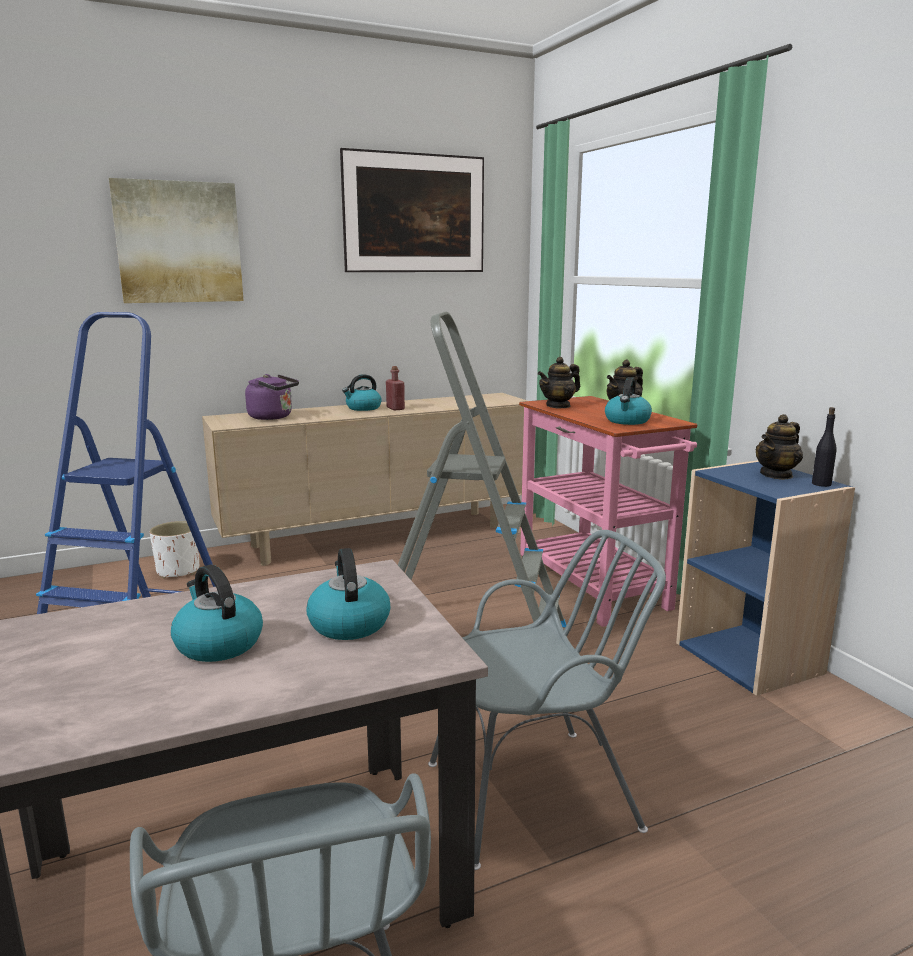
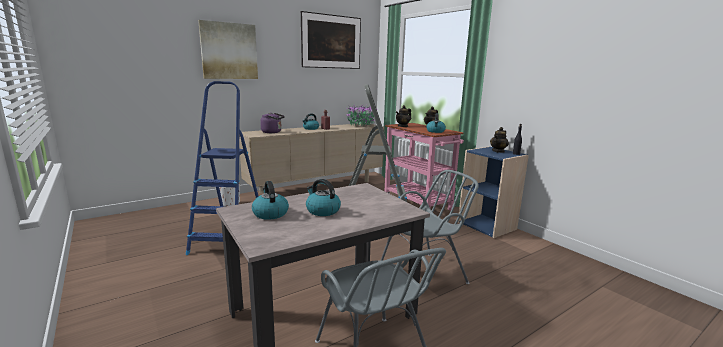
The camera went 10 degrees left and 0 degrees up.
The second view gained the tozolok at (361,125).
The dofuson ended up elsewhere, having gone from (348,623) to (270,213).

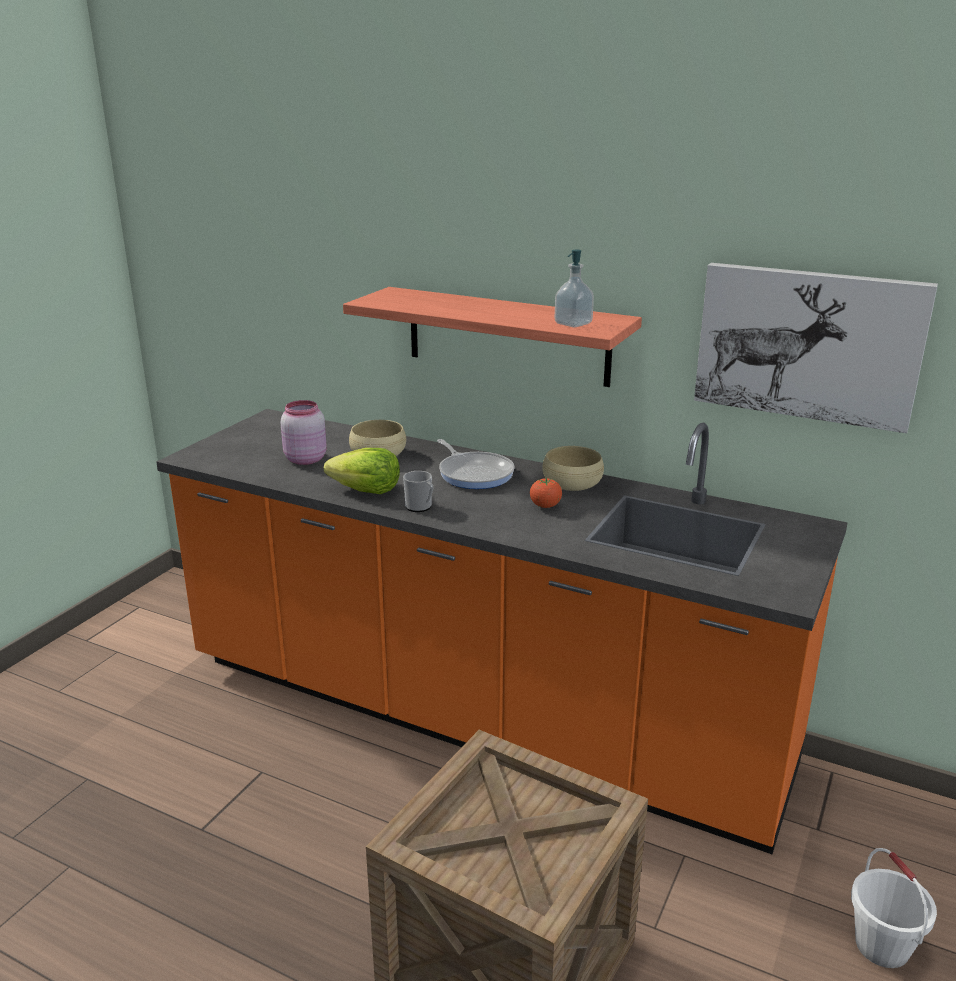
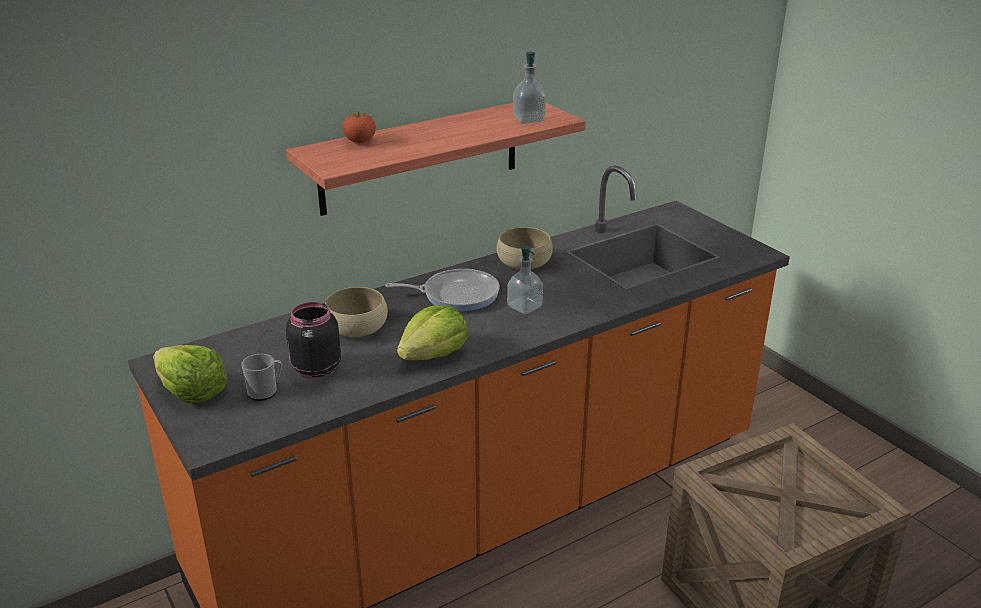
The camera went 60 degrees left and 5 degrees up.
The second view lost the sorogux at (808,344).
The second view lost the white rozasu at (882,946).
The second view gained the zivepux at (191,392).
The second view gained the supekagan at (524,307).
The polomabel ended up elsewhere, having gone from (420,507) to (265,392).
The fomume ended up elsewhere, having gone from (545,506) to (360,142).
What was the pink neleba at (304,459) turned into the black neleba at (315,370).

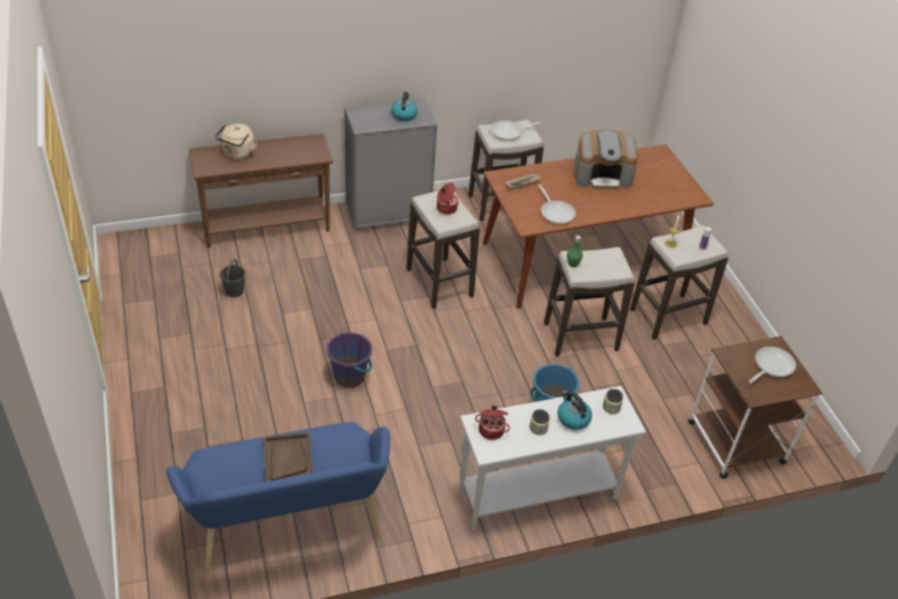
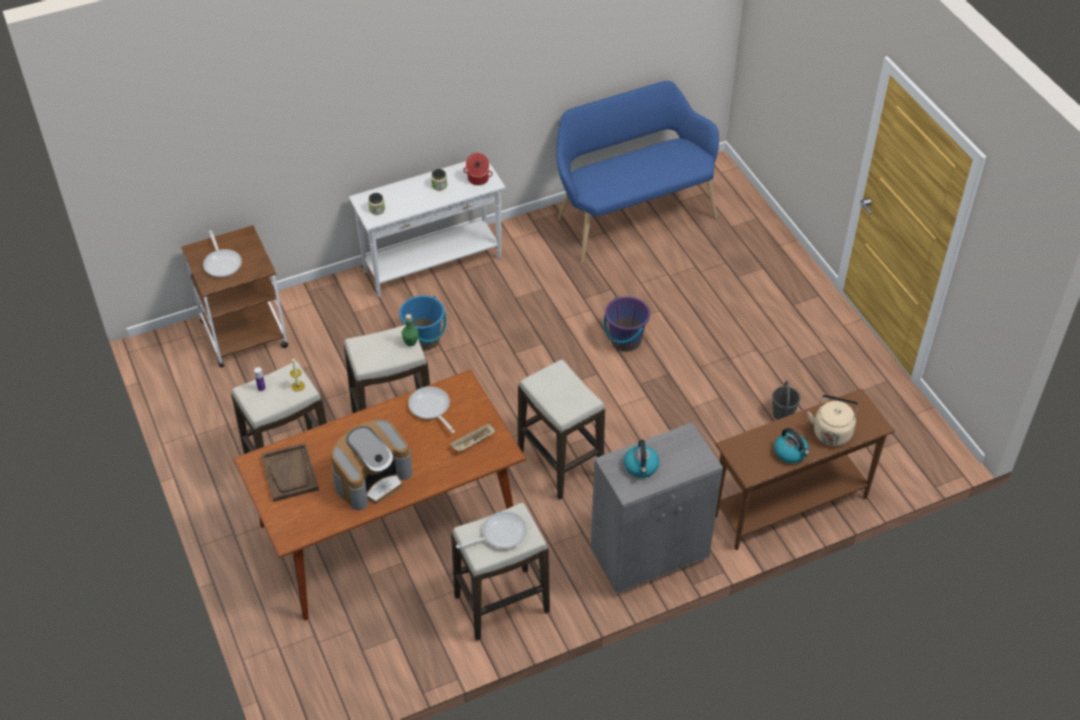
The camera went 175 degrees right and 5 degrees up.
The second view lost the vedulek at (446,208).
The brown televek ended up elsewhere, having gone from (288,461) to (290,473).
The dofuson ended up elsewhere, having gone from (572,418) to (791,453).
The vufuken at (602,176) ended up facing another way, 150 degrees clockwise from before.
The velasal at (771,366) ended up facing another way, 60 degrees counterclockwise from before.

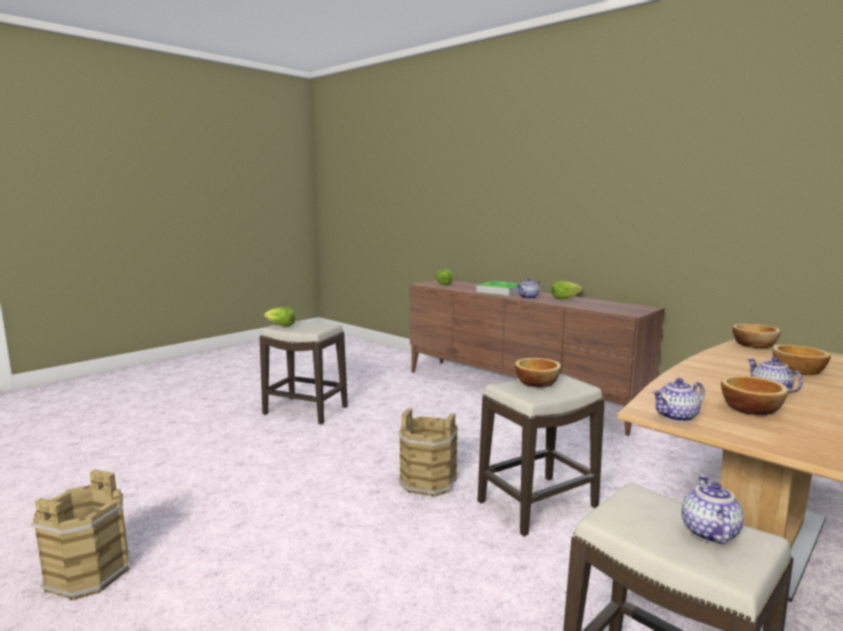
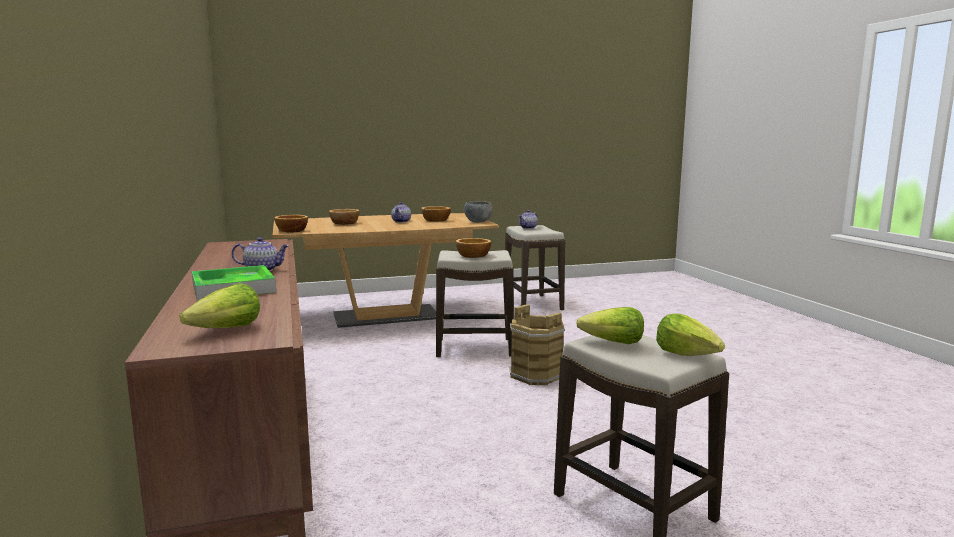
The camera went 150 degrees left and 0 degrees up.
The second view lost the brown rozasu at (88,574).
The zivepux ended up elsewhere, having gone from (564,298) to (612,343).
Where the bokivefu stood at (677,417), the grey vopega came to stand at (478,222).

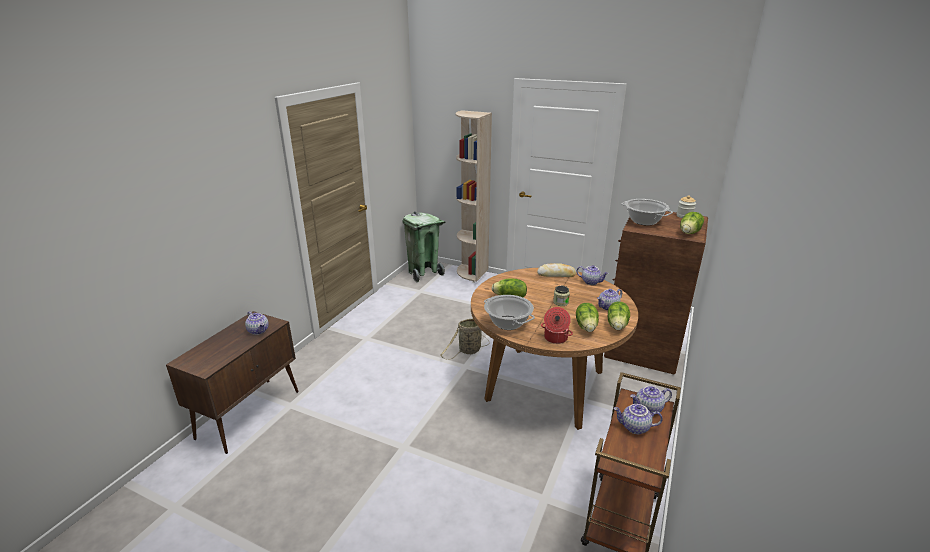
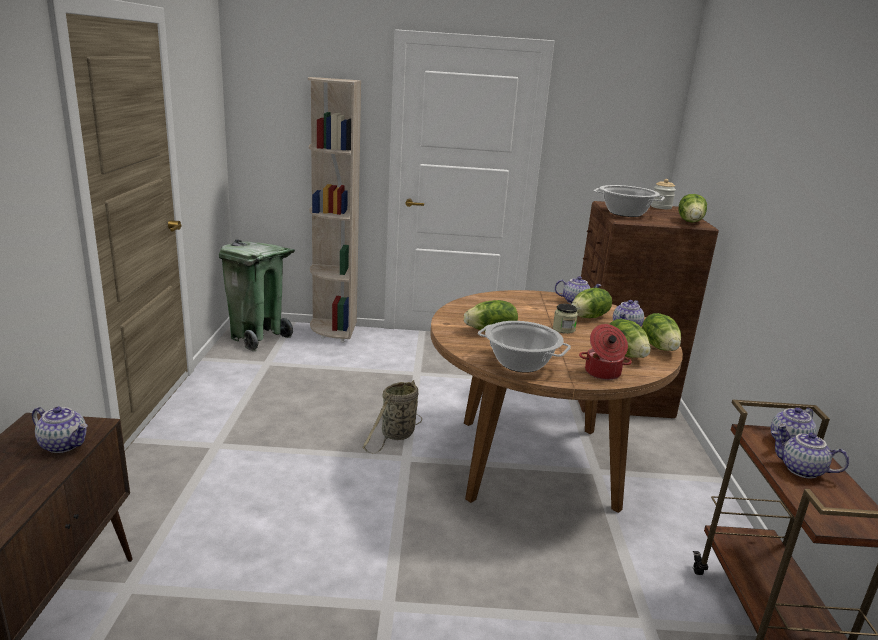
The camera went 25 degrees left and 5 degrees down.
The second view lost the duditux at (556,274).
The second view gained the zivepux at (589,317).
The bokivefu at (635,428) ended up facing another way, 45 degrees clockwise from before.

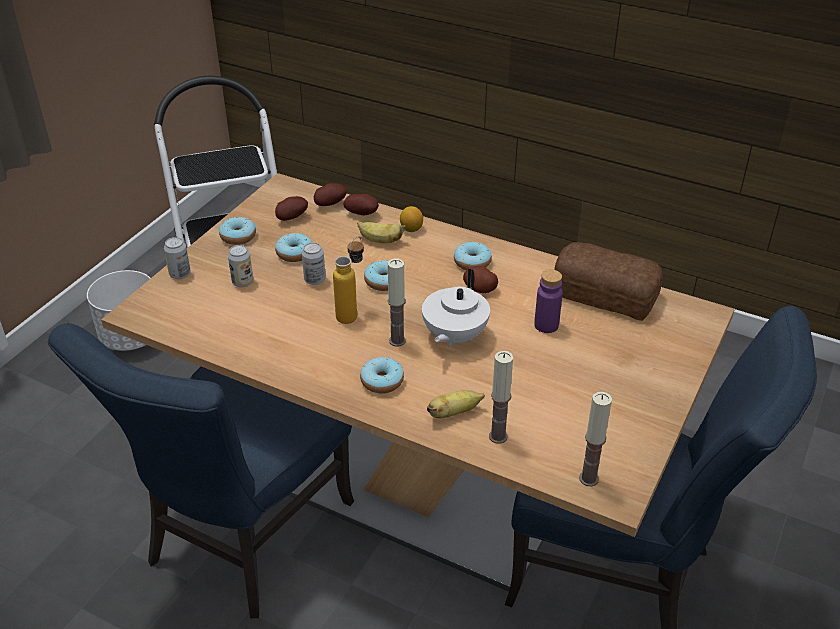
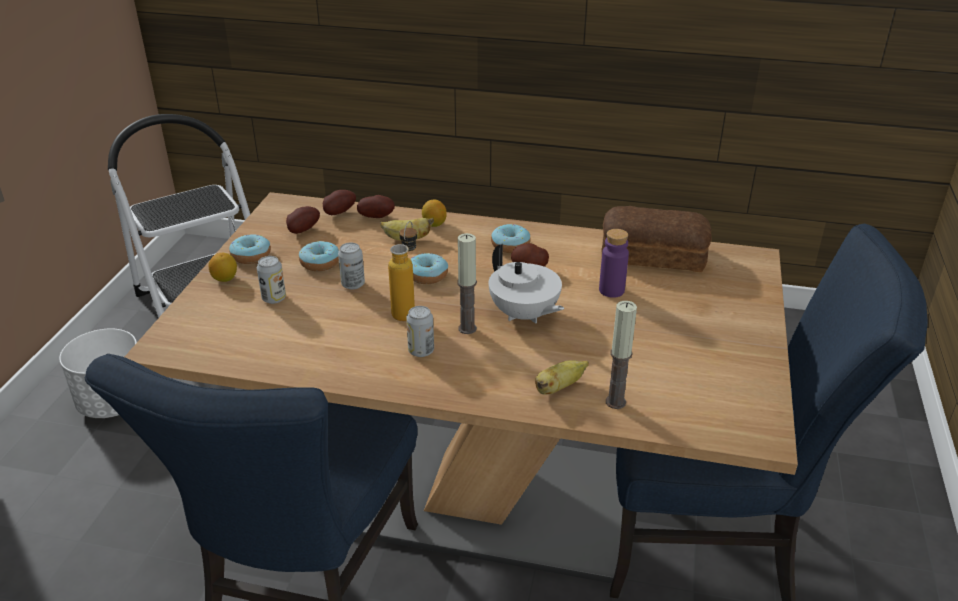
The camera went 15 degrees left and 5 degrees down.
The second view lost the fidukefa at (382,381).
The second view lost the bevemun at (588,479).
The second view gained the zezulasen at (225,279).
The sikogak ended up elsewhere, having gone from (180,274) to (421,351).
The white bokivefu at (454,336) ended up facing another way, 45 degrees counterclockwise from before.

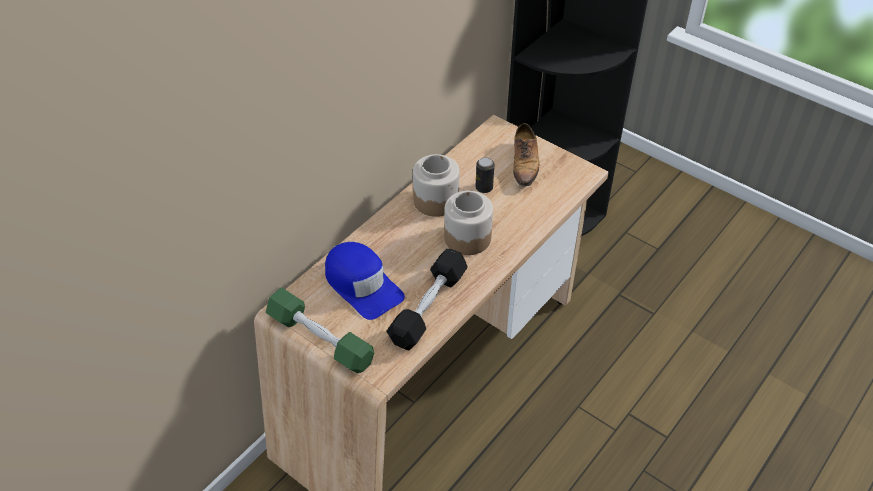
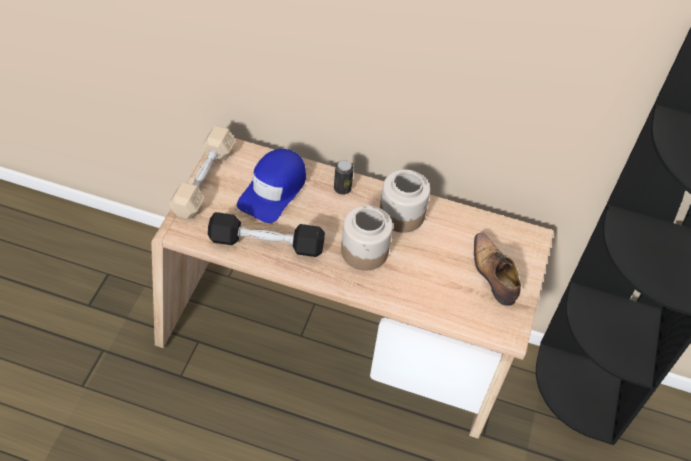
The camera went 65 degrees right and 5 degrees up.
The sikogak ended up elsewhere, having gone from (484,188) to (342,188).
What was the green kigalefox at (320,339) turned into the beige kigalefox at (204,180).
The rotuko at (525,163) ended up facing another way, 90 degrees clockwise from before.

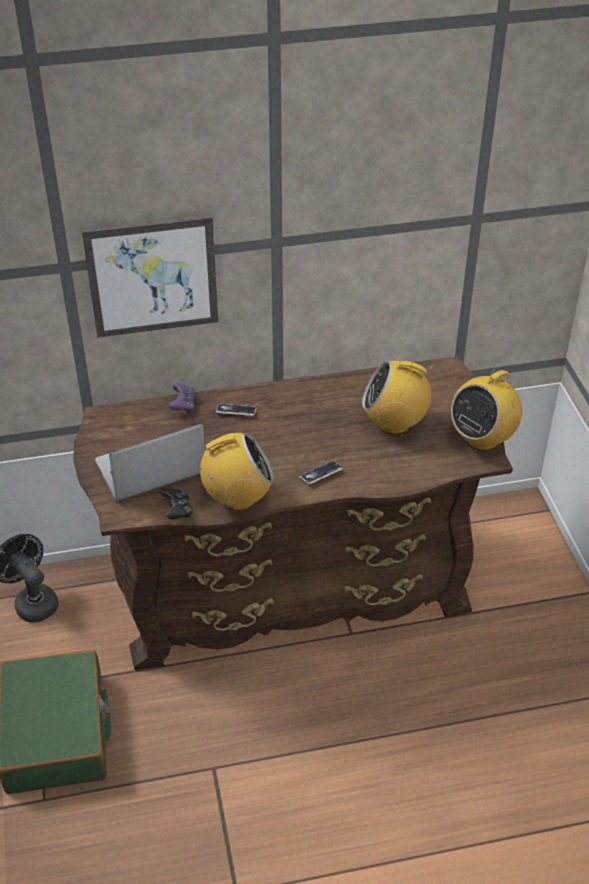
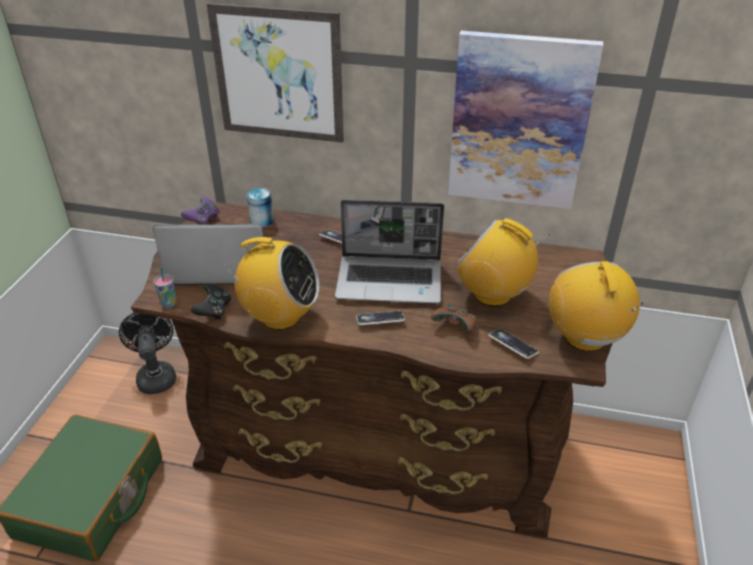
The camera went 25 degrees right and 5 degrees down.
The second view gained the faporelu at (169,304).
The second view gained the sikogak at (262,221).
The second view gained the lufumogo at (391,280).
The second view gained the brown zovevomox at (455,327).
The second view gained the sorogux at (519,122).
The second view gained the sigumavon at (512,346).
The purple zovevomox ended up elsewhere, having gone from (183,405) to (203,220).
The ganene at (482,438) ended up facing another way, 105 degrees clockwise from before.

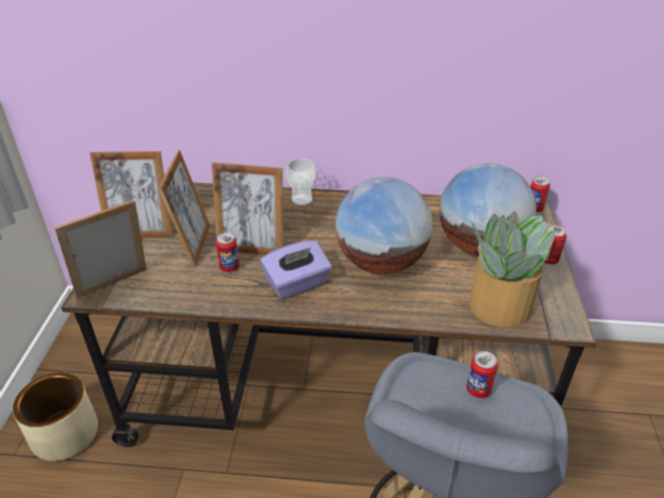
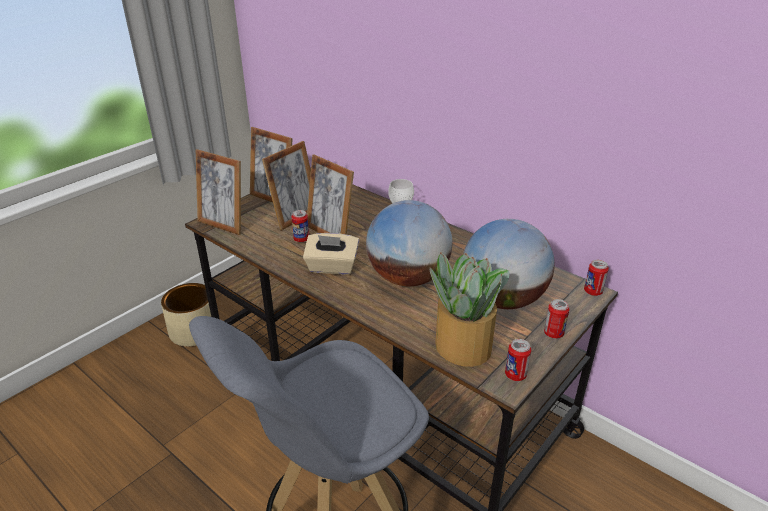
The camera went 35 degrees right and 5 degrees down.
The sikogak ended up elsewhere, having gone from (478,390) to (515,375).
What was the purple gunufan at (297,284) turned into the beige gunufan at (332,267).
The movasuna at (115,288) ended up facing another way, 150 degrees counterclockwise from before.

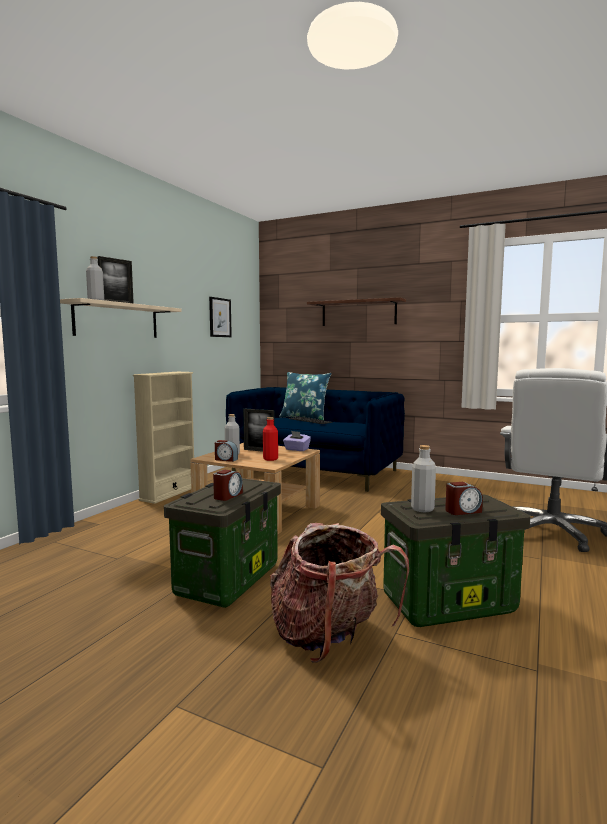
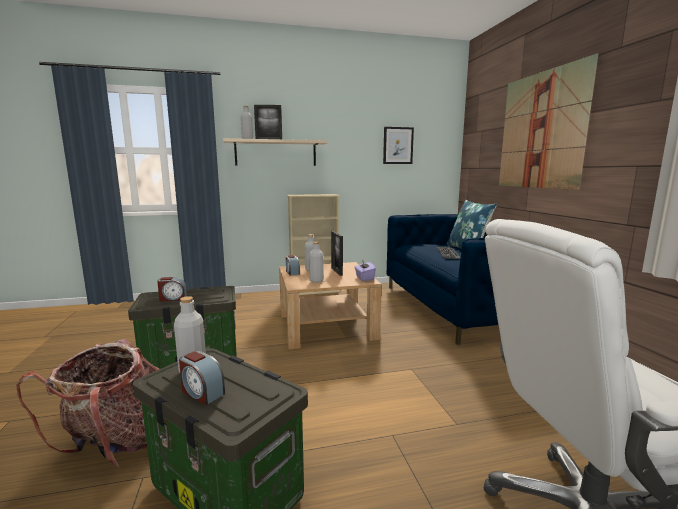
The camera went 50 degrees right and 5 degrees up.
Where the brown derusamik hung at (358,313), the sorogux came to hang at (540,130).
What was the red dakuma at (270,459) turned into the grey dakuma at (316,280).

